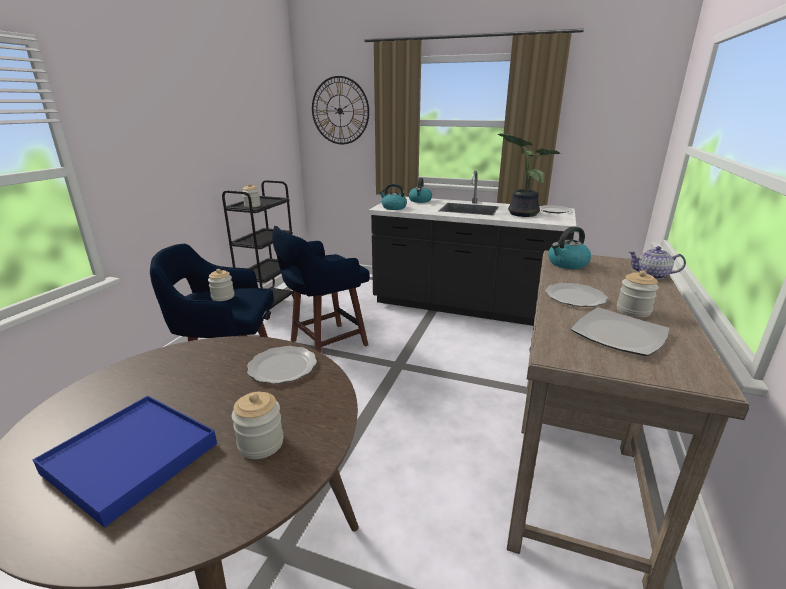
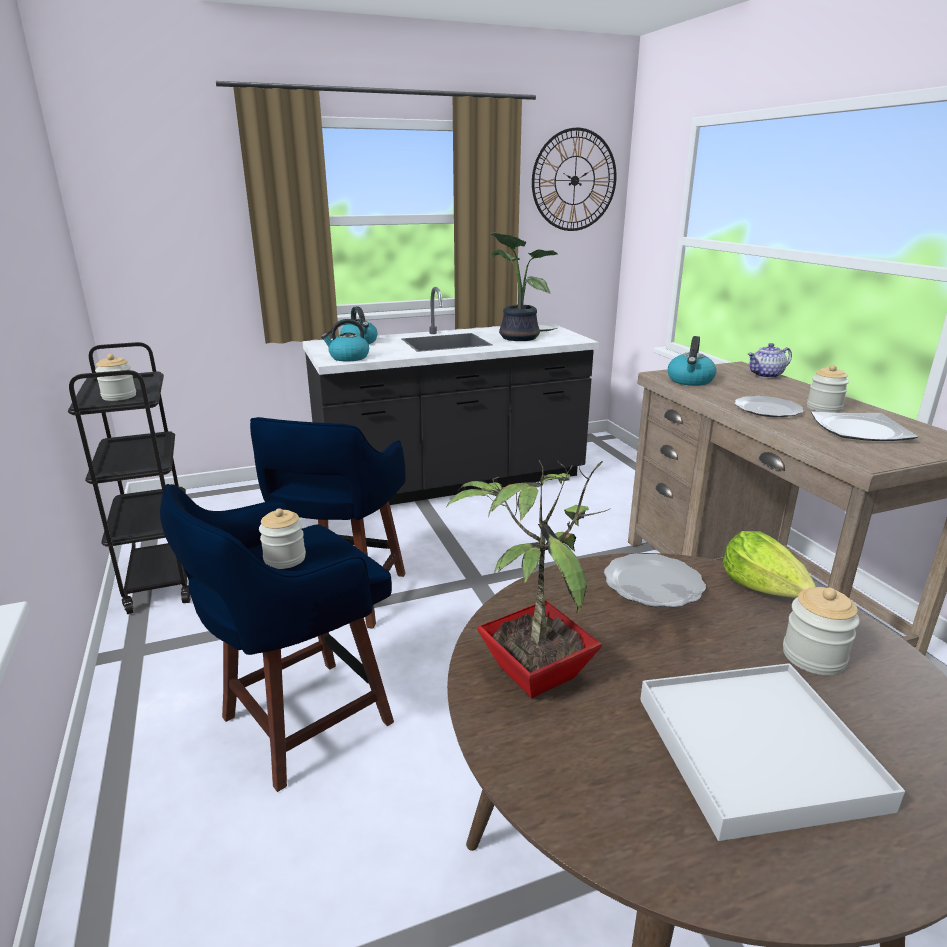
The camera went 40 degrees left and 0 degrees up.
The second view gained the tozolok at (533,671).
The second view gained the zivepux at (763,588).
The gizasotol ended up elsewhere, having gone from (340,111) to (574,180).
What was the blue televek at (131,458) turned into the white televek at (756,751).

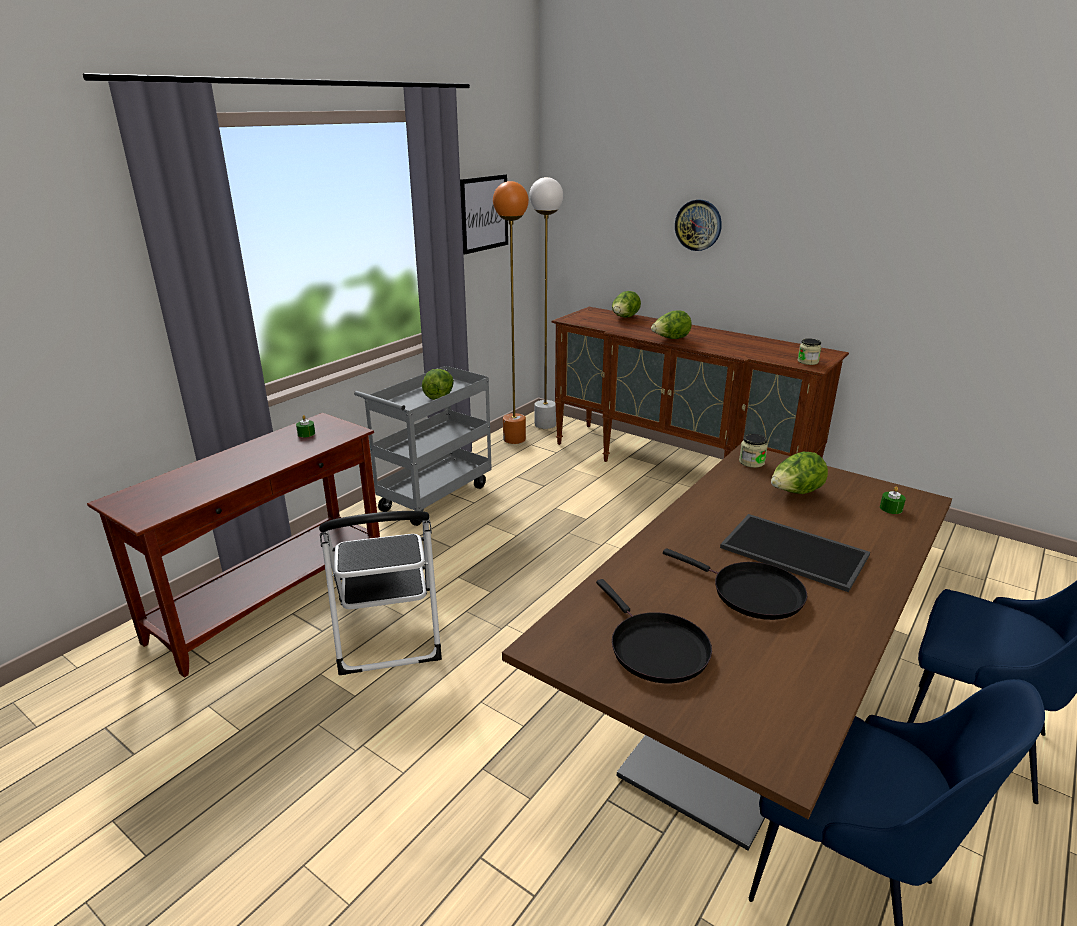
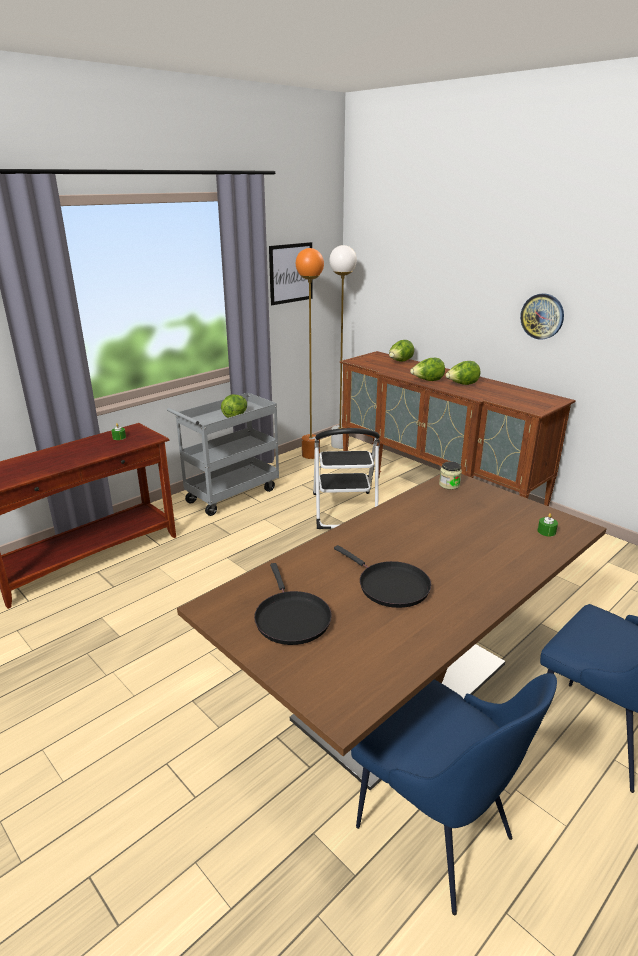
The camera went 10 degrees right and 0 degrees up.
The second view lost the televek at (796,551).
The second view lost the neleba at (807,362).
The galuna ended up elsewhere, having gone from (387,631) to (344,511).
The gizasotol ended up elsewhere, having gone from (698,225) to (542,316).
The zivepux ended up elsewhere, having gone from (795,493) to (462,385).

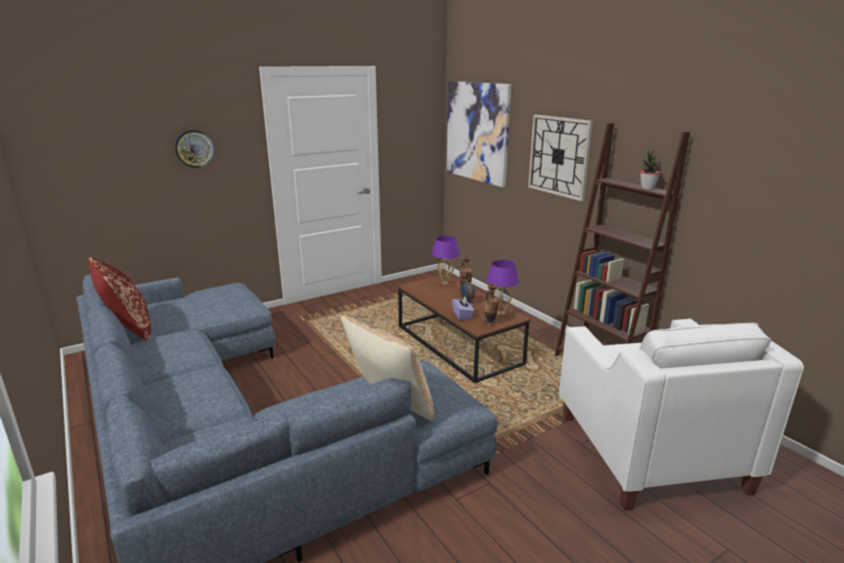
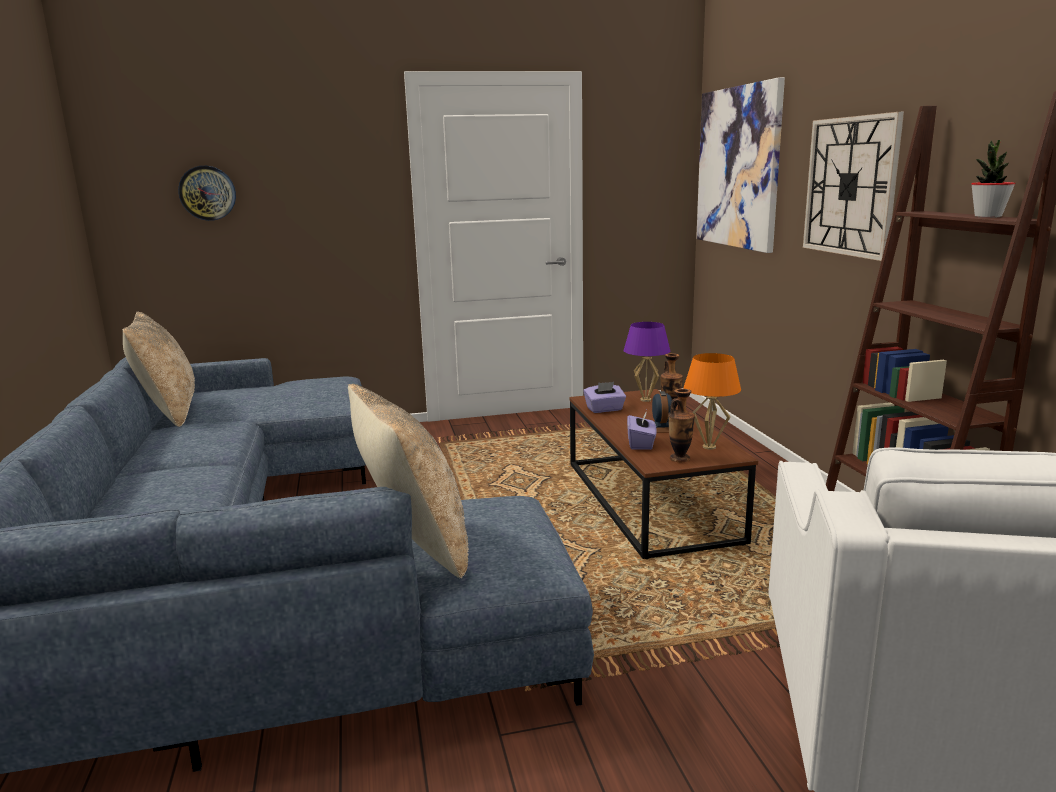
The camera went 20 degrees right and 5 degrees down.
The second view gained the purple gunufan at (604,409).
The gizasotol ended up elsewhere, having gone from (194,148) to (207,193).
What was the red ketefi at (128,330) turned into the beige ketefi at (169,414).
What was the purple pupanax at (501,313) turned into the orange pupanax at (709,447).

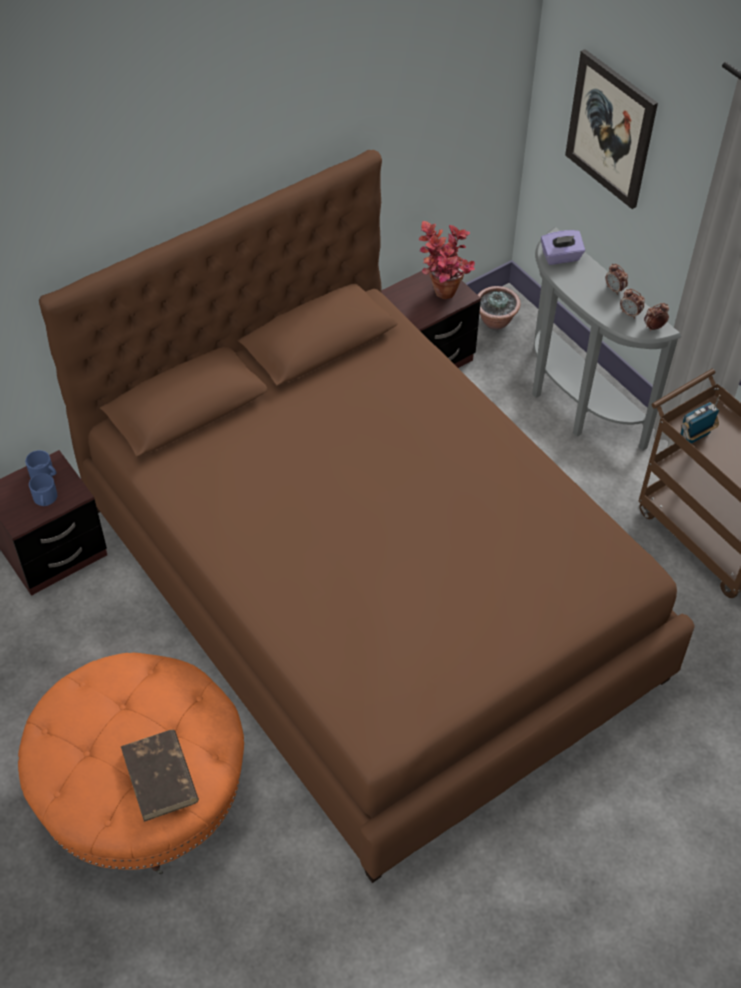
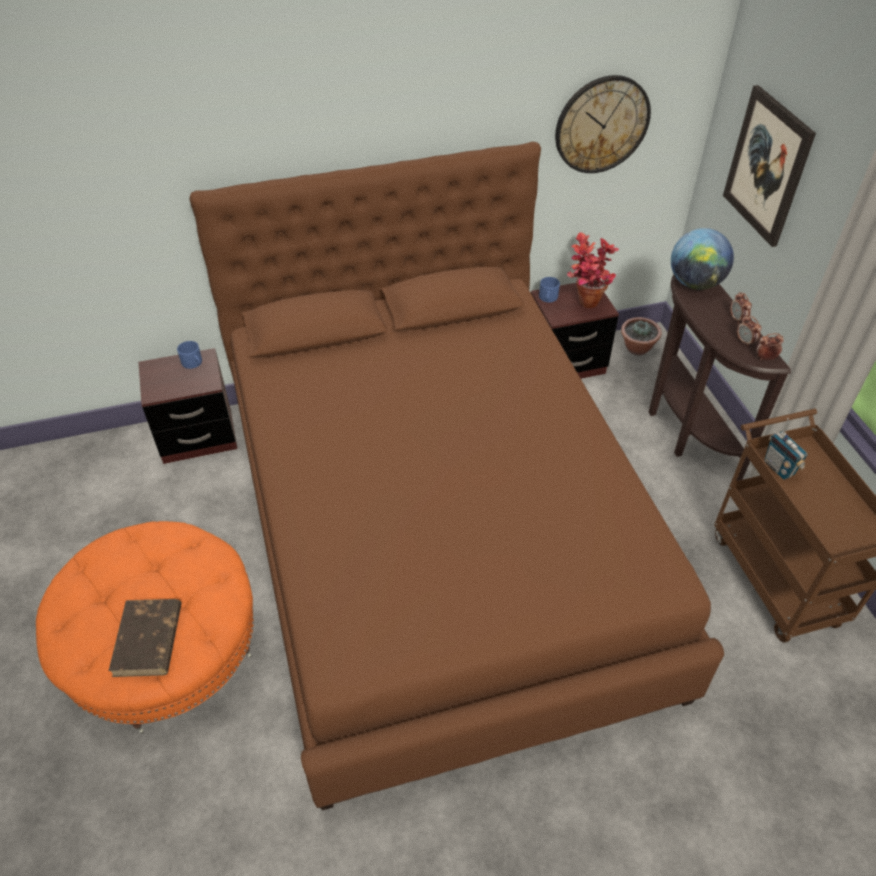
The camera went 20 degrees right and 5 degrees down.
The second view gained the gizasotol at (602,124).
The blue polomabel ended up elsewhere, having gone from (45,499) to (548,298).
Where the purple gunufan stood at (561,257), the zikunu came to stand at (695,283).
What was the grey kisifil at (574,405) turned into the brown kisifil at (683,430).
The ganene at (695,436) ended up facing another way, 105 degrees counterclockwise from before.

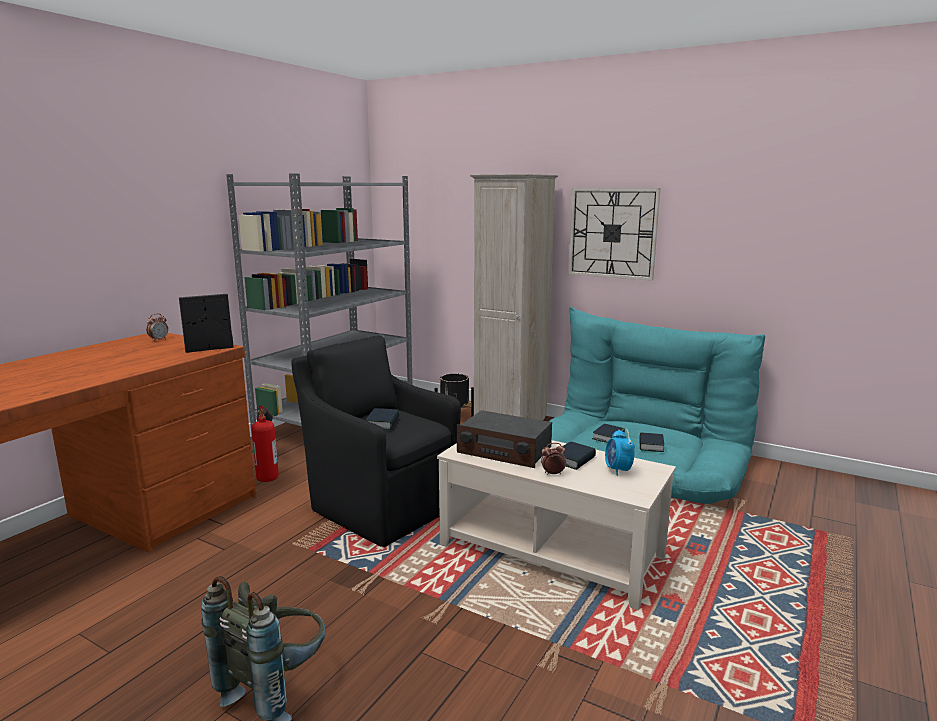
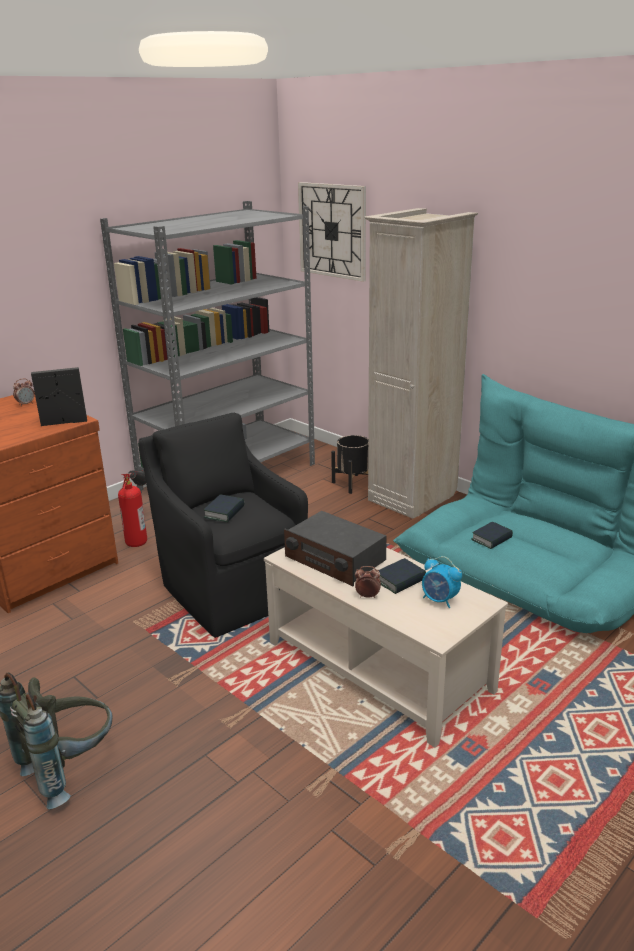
The camera went 15 degrees right and 10 degrees up.
The second view lost the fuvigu at (651,445).
The gizasotol ended up elsewhere, having gone from (612,233) to (332,231).
The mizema at (618,470) ended up facing another way, 60 degrees counterclockwise from before.

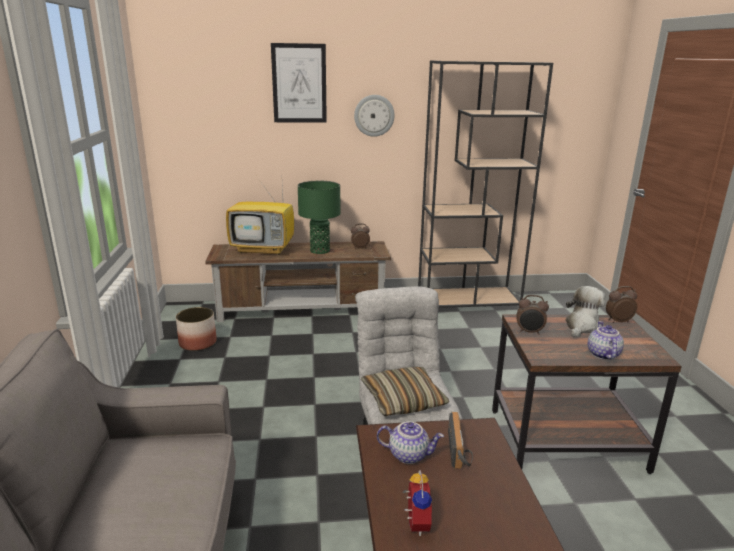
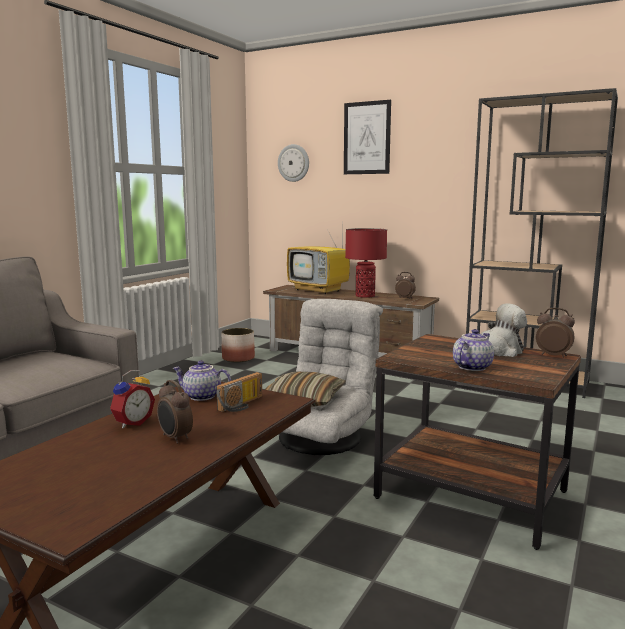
The camera went 35 degrees right and 10 degrees down.
The gizasotol ended up elsewhere, having gone from (374,115) to (293,163).
The mizema ended up elsewhere, having gone from (529,332) to (175,438).
What was the green pupanax at (320,250) turned into the red pupanax at (365,295).
The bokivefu at (409,454) ended up facing another way, 150 degrees clockwise from before.

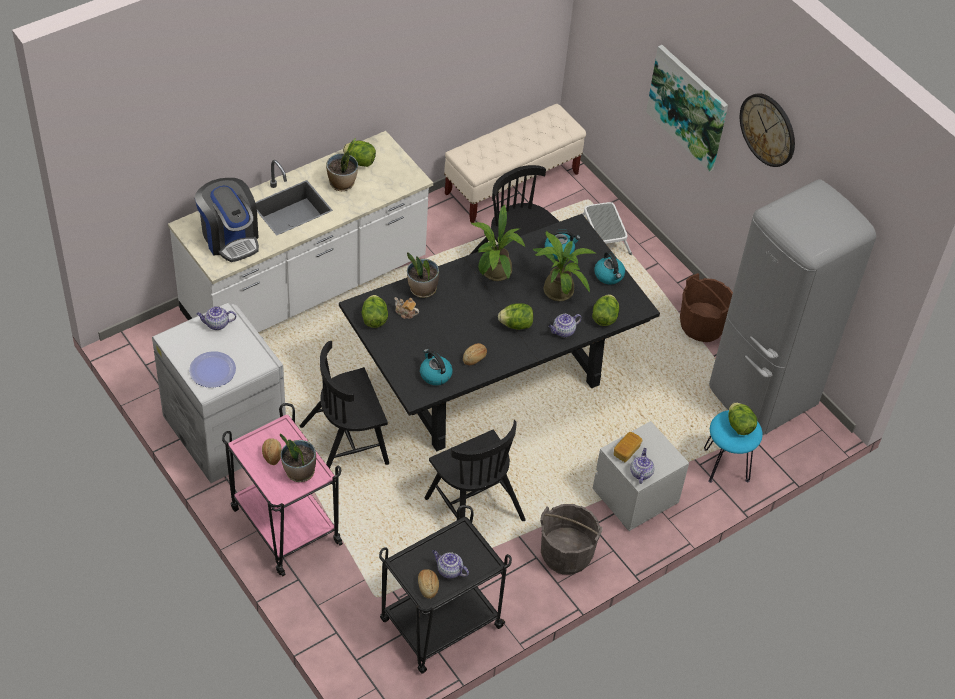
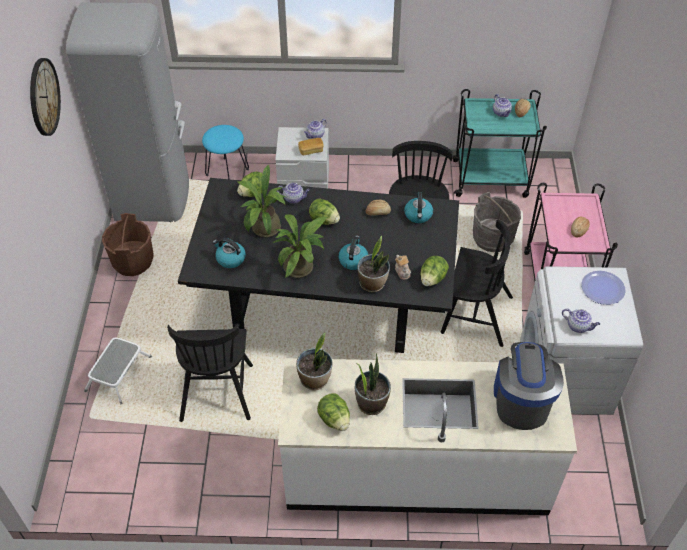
The camera went 140 degrees left and 0 degrees up.
The second view lost the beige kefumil at (512,184).
The second view lost the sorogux at (688,107).
The second view lost the zivepux at (739,426).
The tozolok ended up elsewhere, having gone from (299,472) to (315,379).
The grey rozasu ended up elsewhere, having gone from (566,554) to (492,238).
The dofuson ended up elsewhere, having gone from (609,275) to (353,260).
What was the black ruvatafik at (440,624) turned into the turquoise ruvatafik at (491,178).

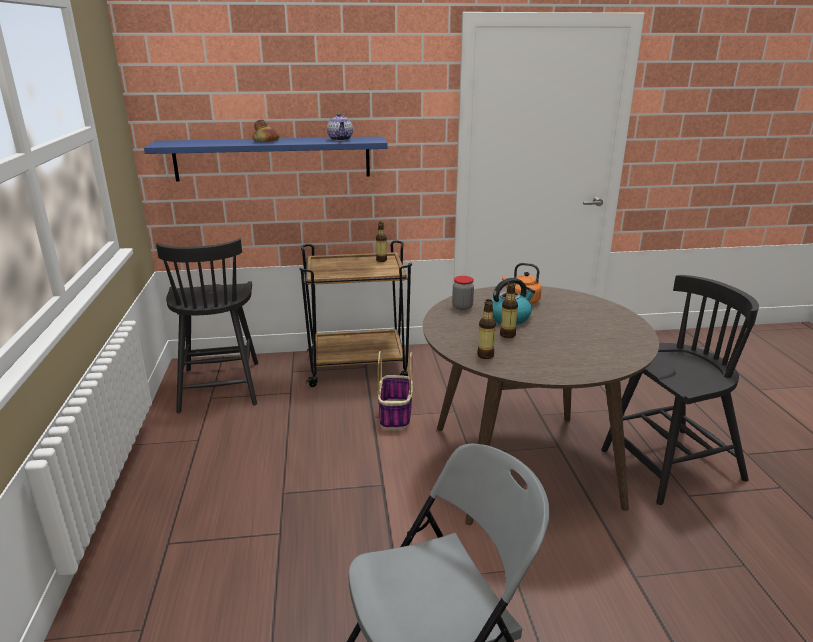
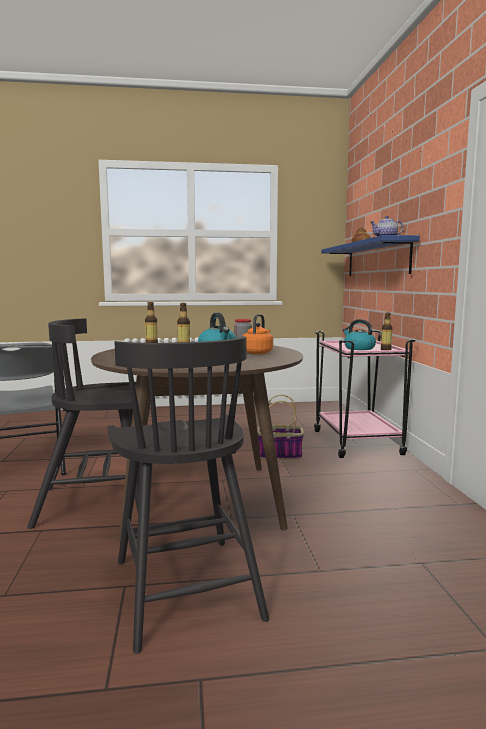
The camera went 90 degrees right and 15 degrees down.
The second view gained the dofuson at (358,348).
The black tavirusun ended up elsewhere, having gone from (220,384) to (95,502).
What was the brown ruvatafik at (358,366) turned into the pink ruvatafik at (357,443).

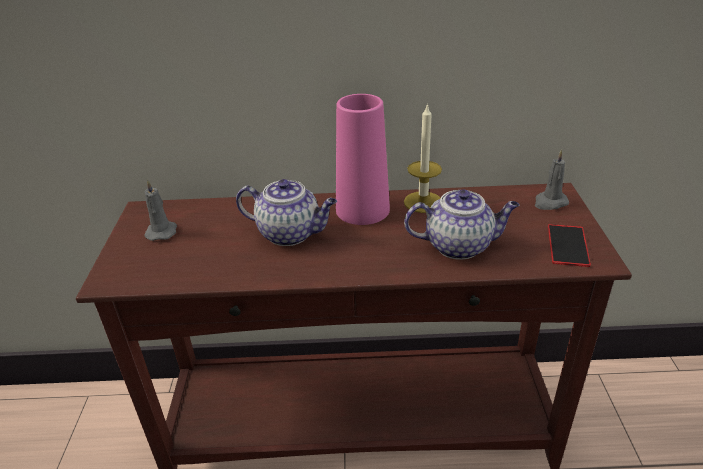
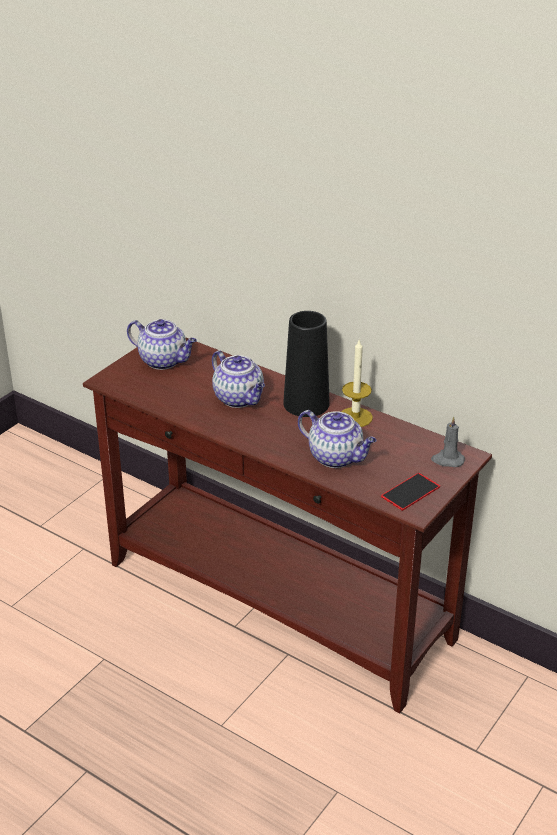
The camera went 35 degrees right and 0 degrees up.
Where the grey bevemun stood at (162,231), the bokivefu came to stand at (164,361).
What was the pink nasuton at (362,210) turned into the black nasuton at (306,404).

